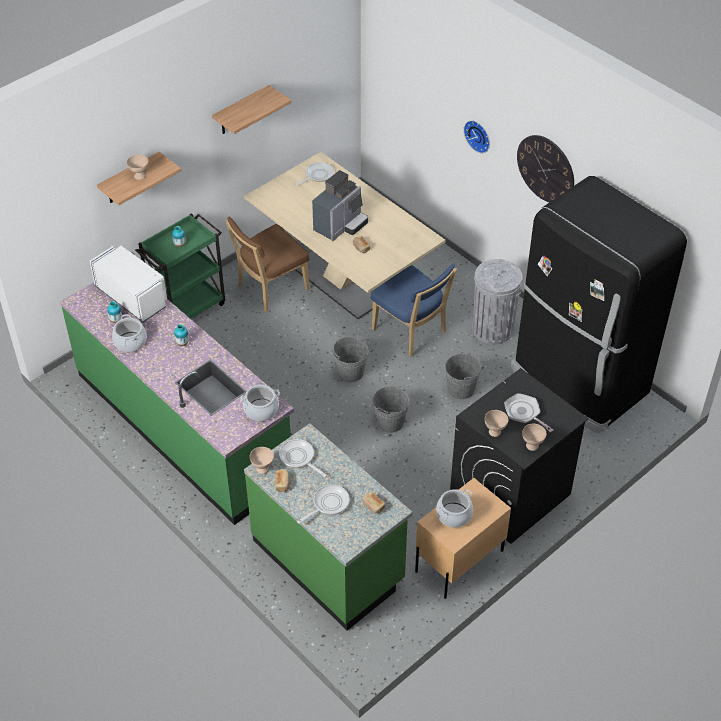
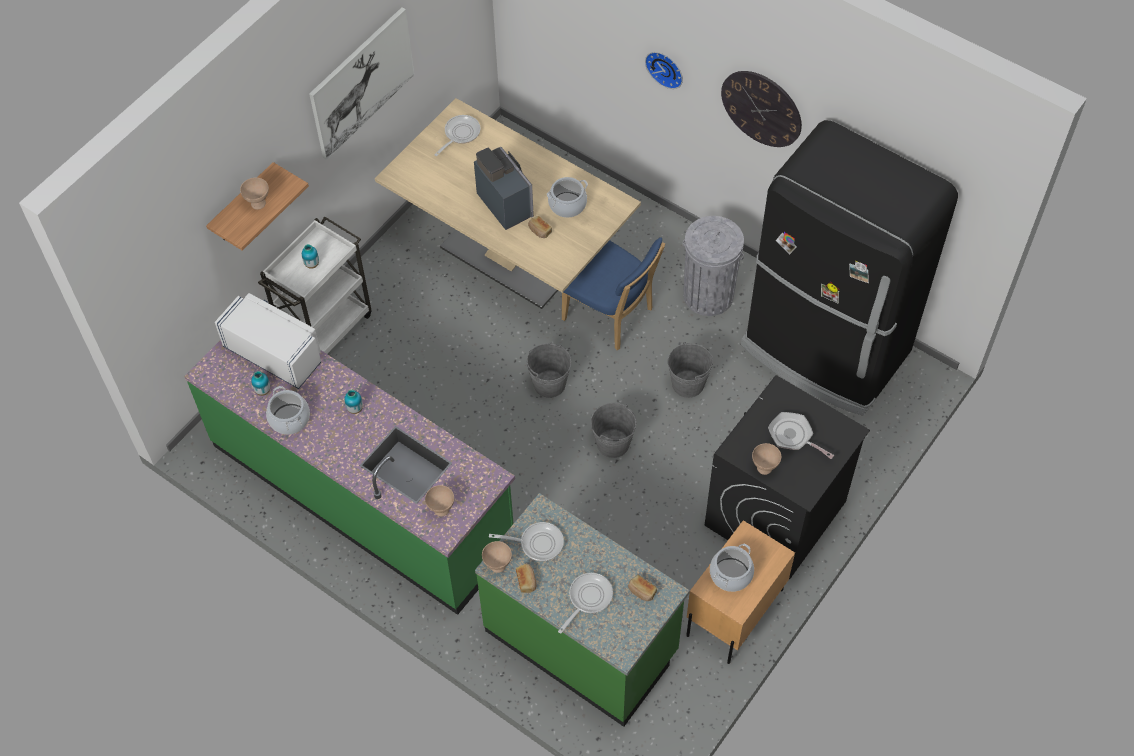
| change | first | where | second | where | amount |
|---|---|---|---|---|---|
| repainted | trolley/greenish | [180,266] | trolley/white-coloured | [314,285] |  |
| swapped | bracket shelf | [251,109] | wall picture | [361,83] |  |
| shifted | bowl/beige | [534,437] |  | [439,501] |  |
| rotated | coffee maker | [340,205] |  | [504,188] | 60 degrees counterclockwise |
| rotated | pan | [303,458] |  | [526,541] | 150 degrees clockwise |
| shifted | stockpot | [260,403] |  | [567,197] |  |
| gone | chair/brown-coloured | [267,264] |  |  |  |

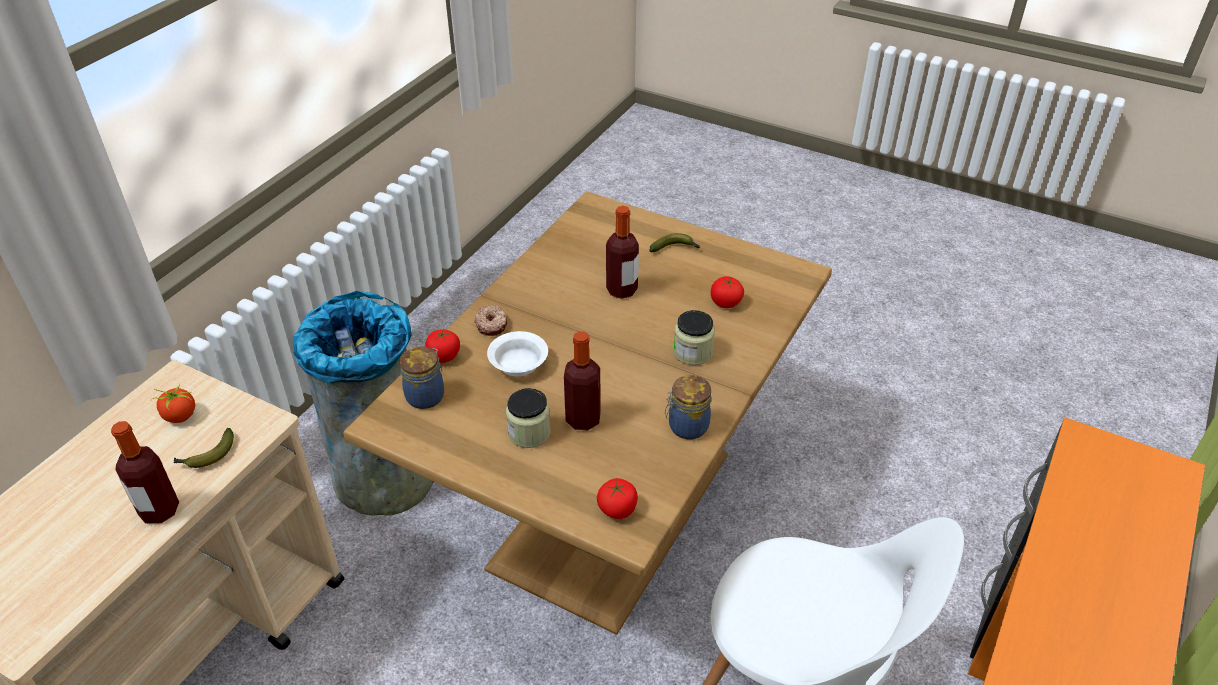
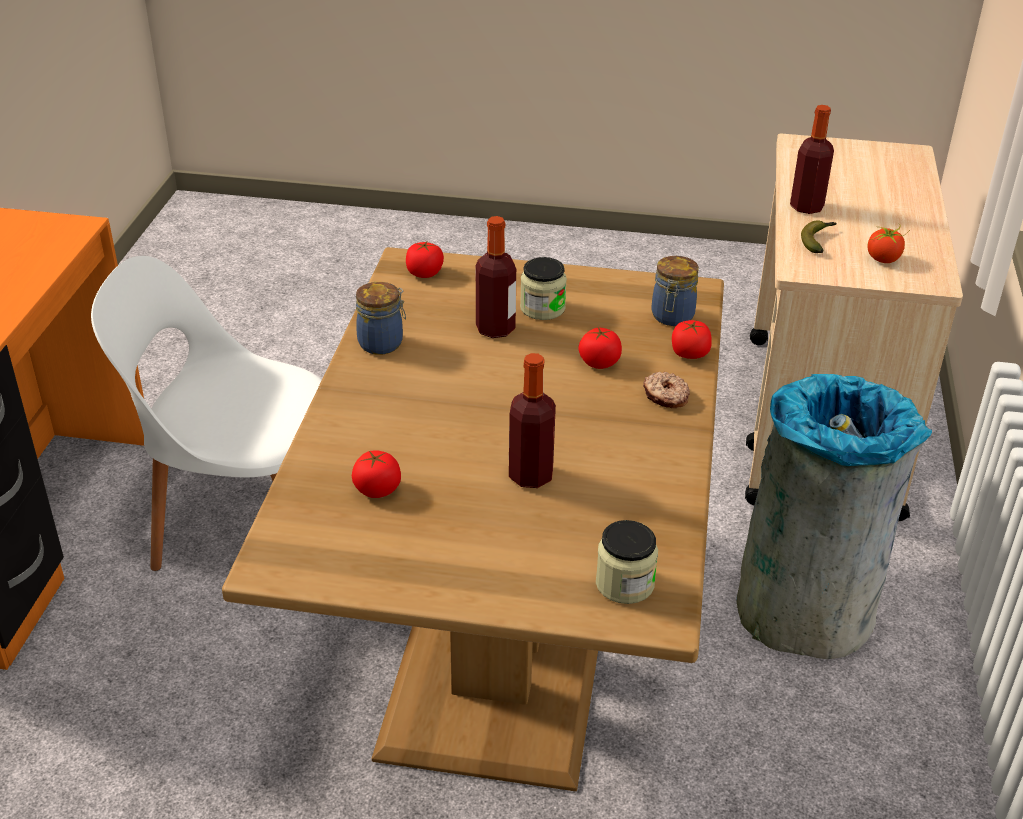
| change | first | where | second | where | amount |
|---|---|---|---|---|---|
| swapped | bowl/white-coloured | [517,353] | whole tomato | [600,348] |  |
| shifted | storage jar | [694,337] |  | [627,562] |  |
| gone | whole banana | [674,243] |  |  |  |

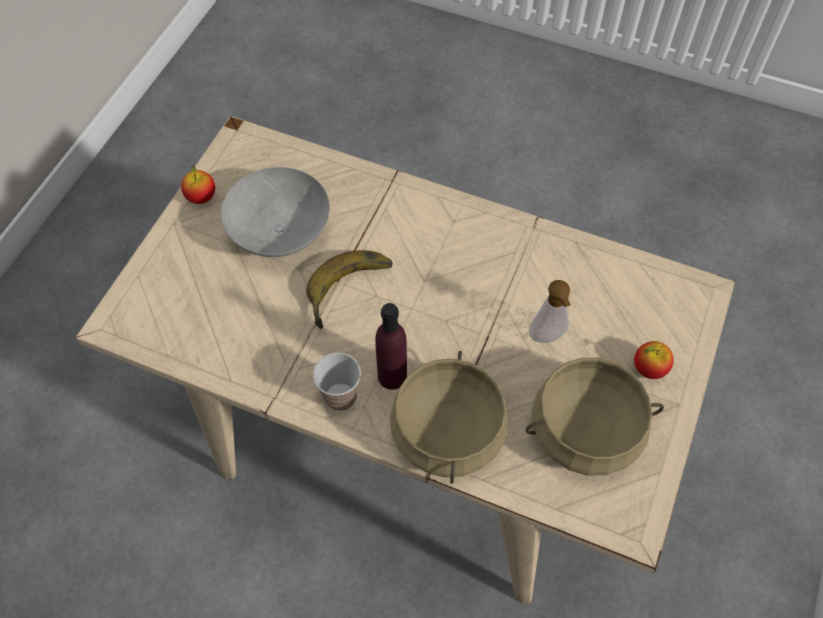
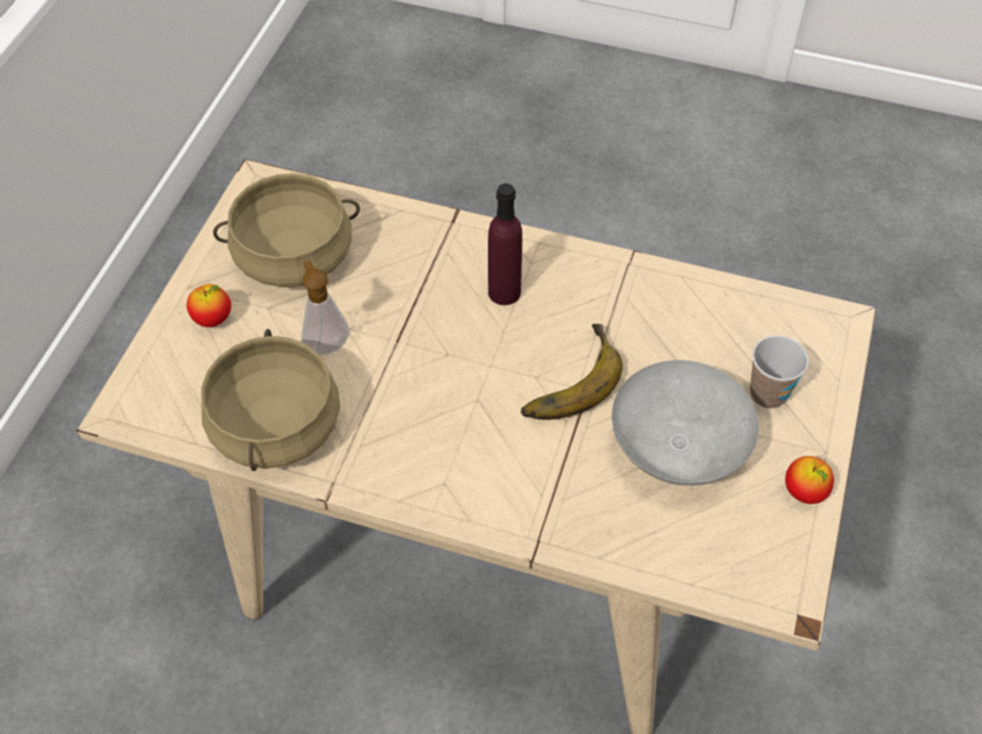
| change | first | where | second | where | amount |
|---|---|---|---|---|---|
| shifted | stockpot/beige | [449,417] |  | [270,400] |  |
| shifted | drinking cup | [337,382] |  | [779,372] |  |

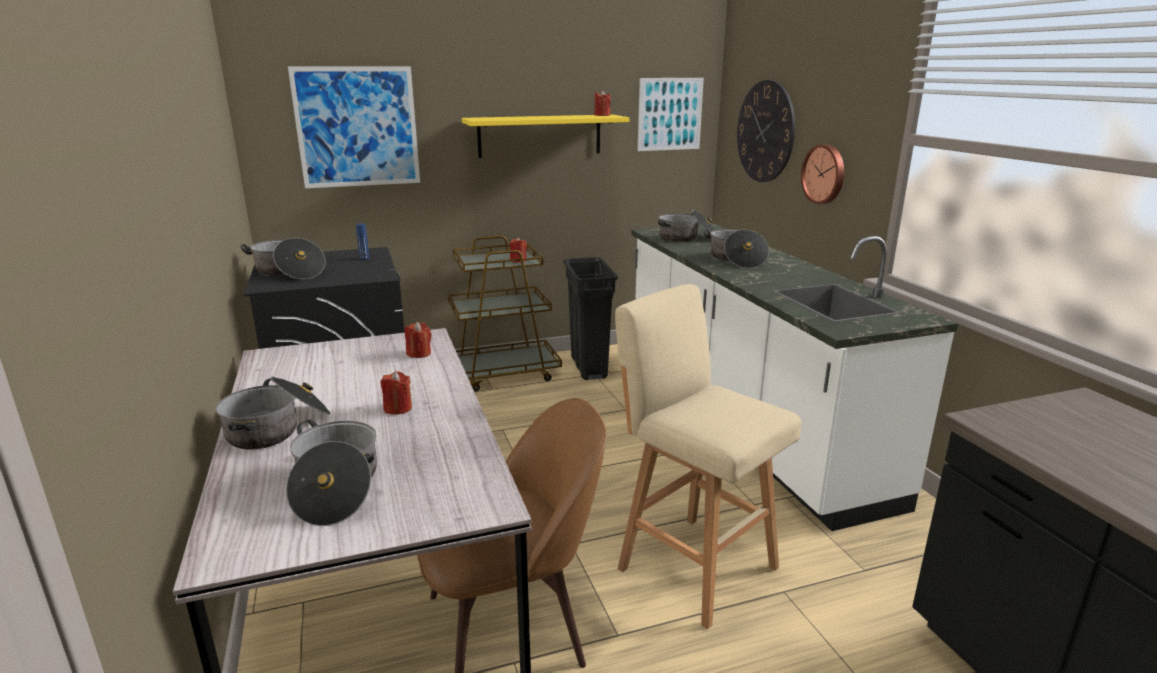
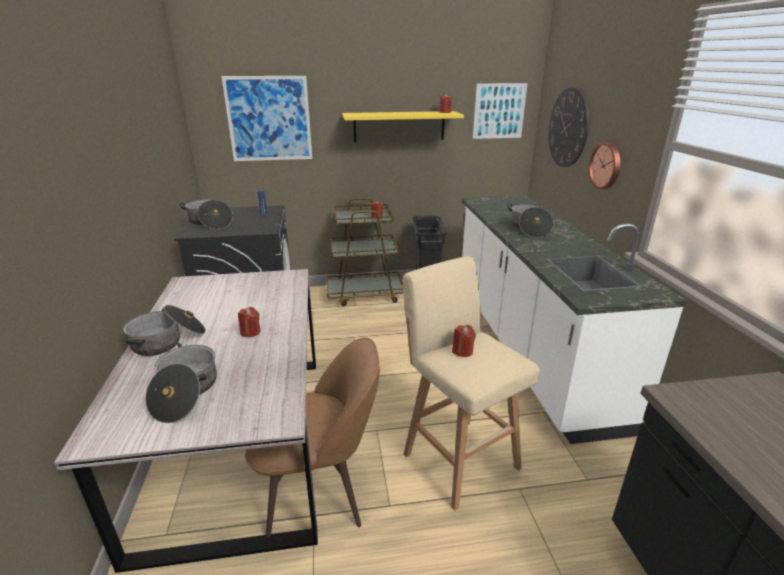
| change | first | where | second | where | amount |
|---|---|---|---|---|---|
| shifted | wax light/red-coloured | [418,340] |  | [464,341] |  |
| gone | stockpot | [686,226] |  |  |  |

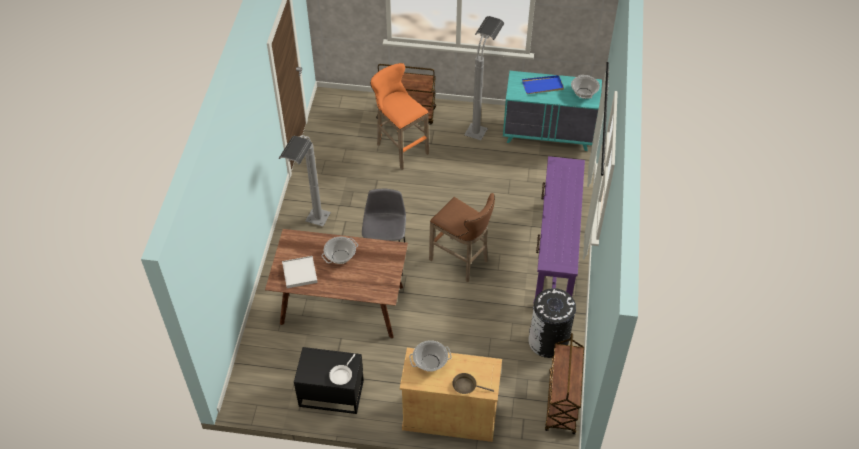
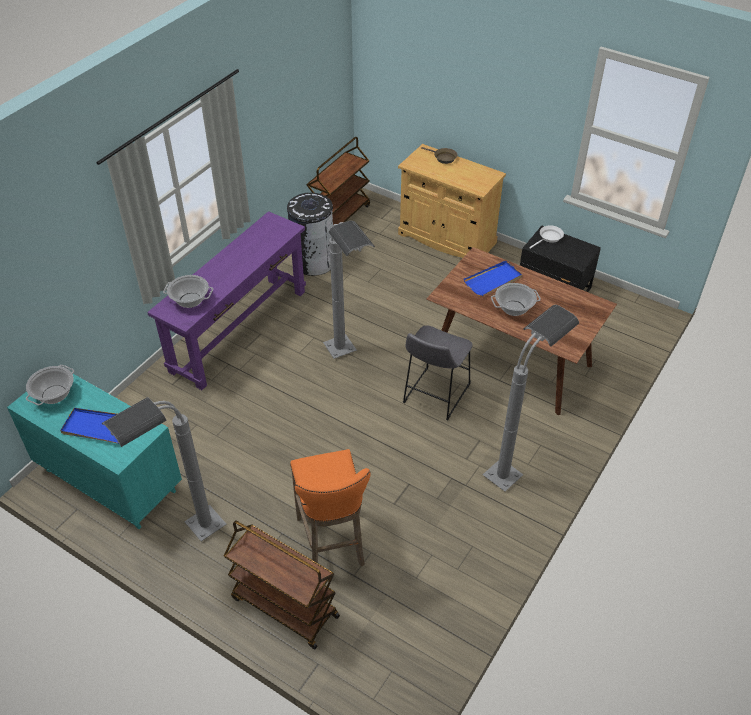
| change | first | where | second | where | amount |
|---|---|---|---|---|---|
| shifted | stockpot | [430,356] |  | [188,291] |  |
| swapped | stool seat/brown-coloured | [462,237] | standing lamp/gray | [349,290] |  |
| new |  |  | tray/blue-coloured | [493,278] |  |
| gone | tray/white-coloured | [300,272] |  |  |  |

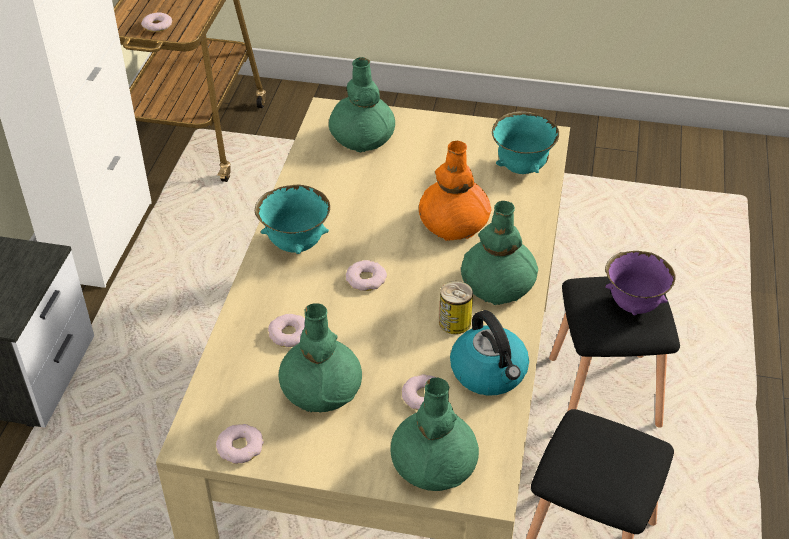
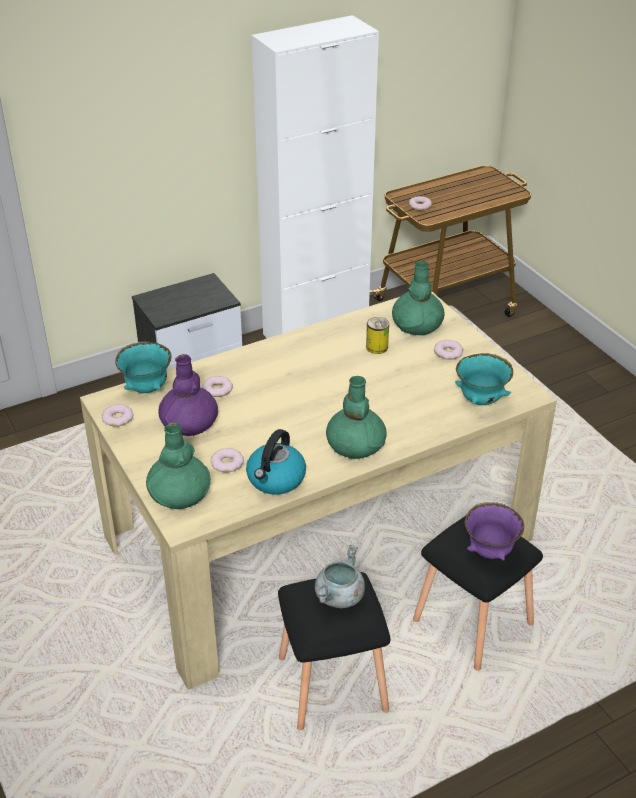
| change | first | where | second | where | amount |
|---|---|---|---|---|---|
| shifted | bowl/turquoise-coloured | [292,219] |  | [143,367] |  |
| repainted | vase/greenish | [320,358] | vase/purple | [188,395] |  |
| new |  |  | stockpot/gray | [340,576] |  |
| shifted | metal can | [456,307] |  | [377,335] |  |
| shifted | donut | [366,275] |  | [448,350] |  |
| gone | vase/orangey | [455,191] |  |  |  |

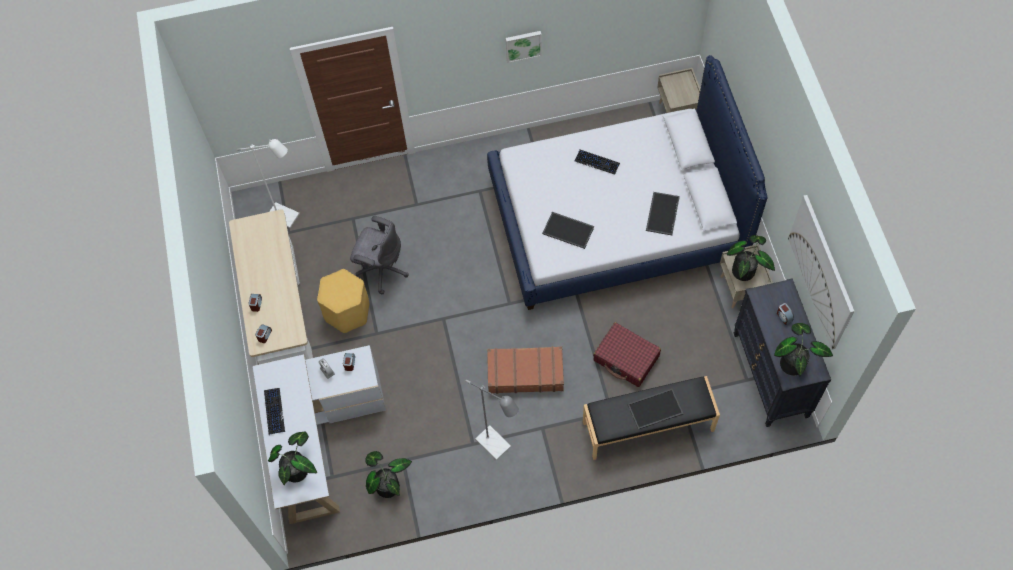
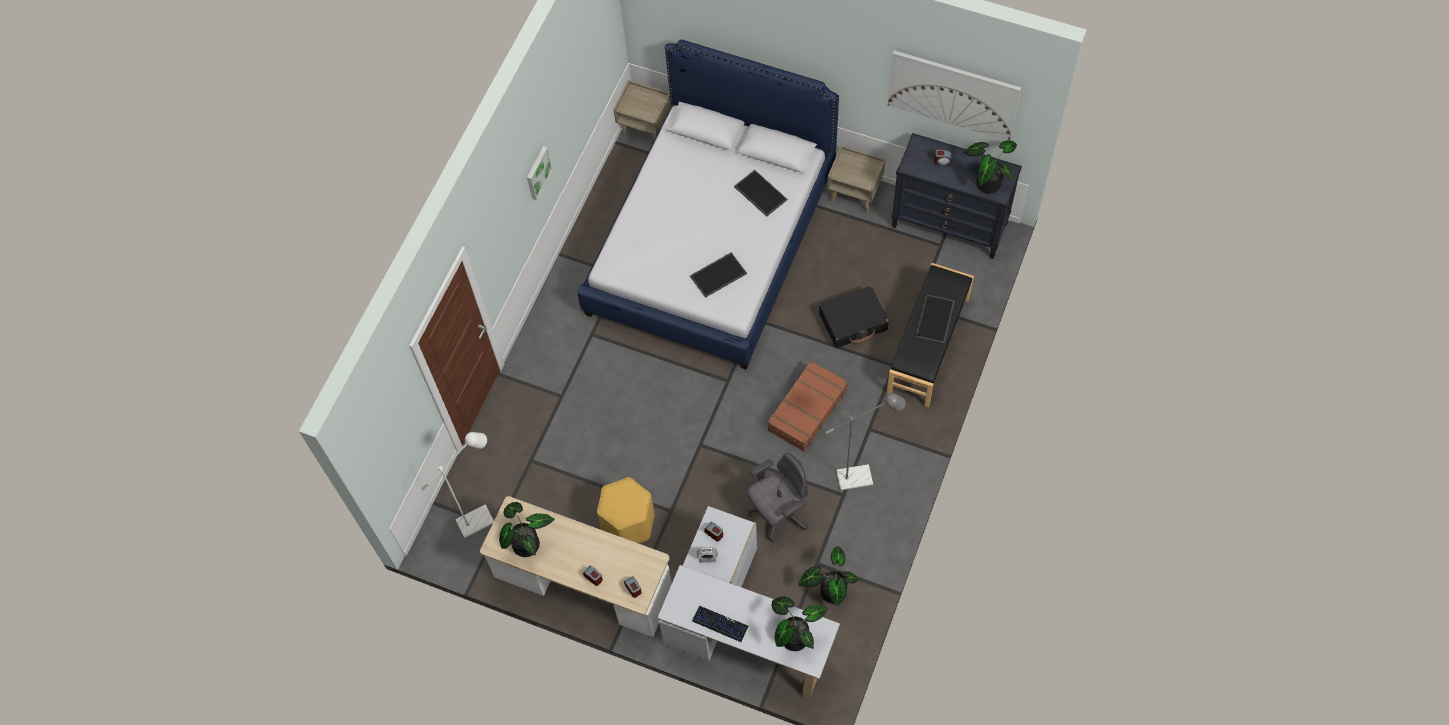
| change | first | where | second | where | amount |
|---|---|---|---|---|---|
| shifted | plant in a pot | [751,258] |  | [527,529] |  |
| shifted | office chair/gray | [379,255] |  | [777,497] |  |
| repainted | piece of luggage/red-coloured | [627,354] | piece of luggage/blackish | [854,317] |  |
| gone | PC keyboard | [597,162] |  |  |  |

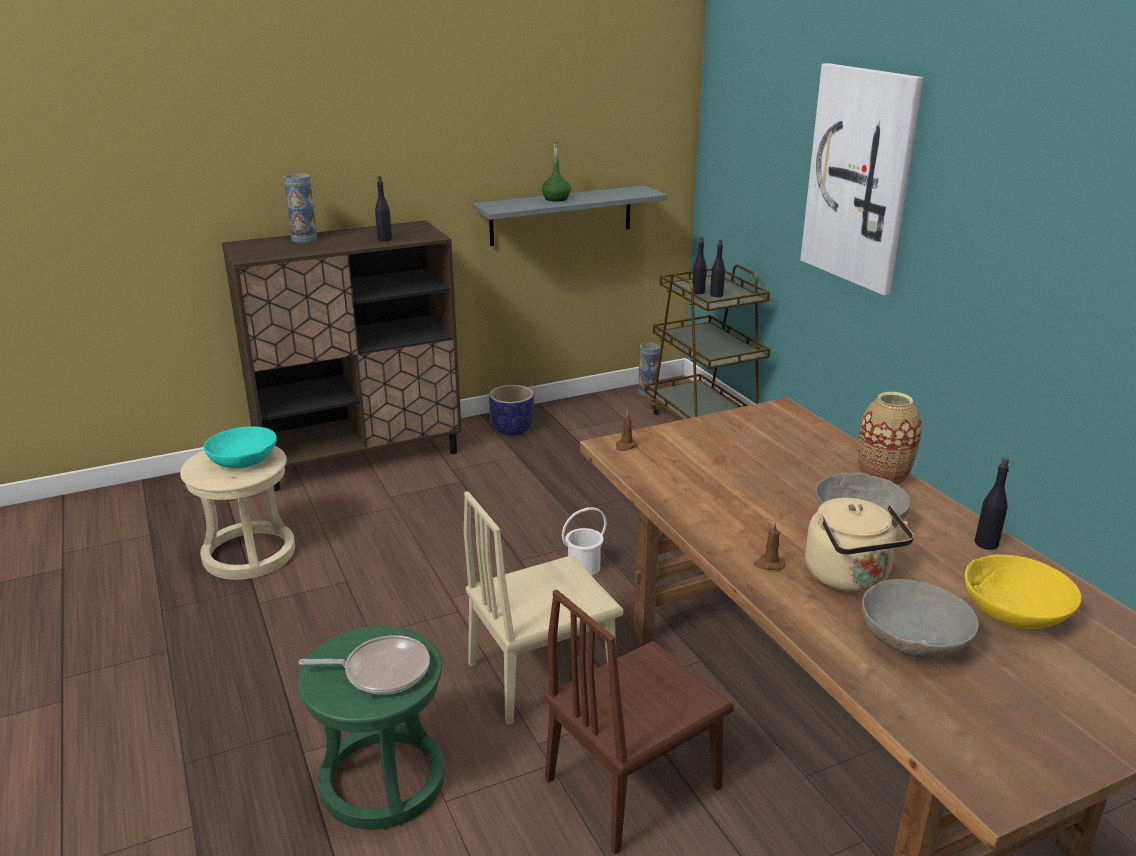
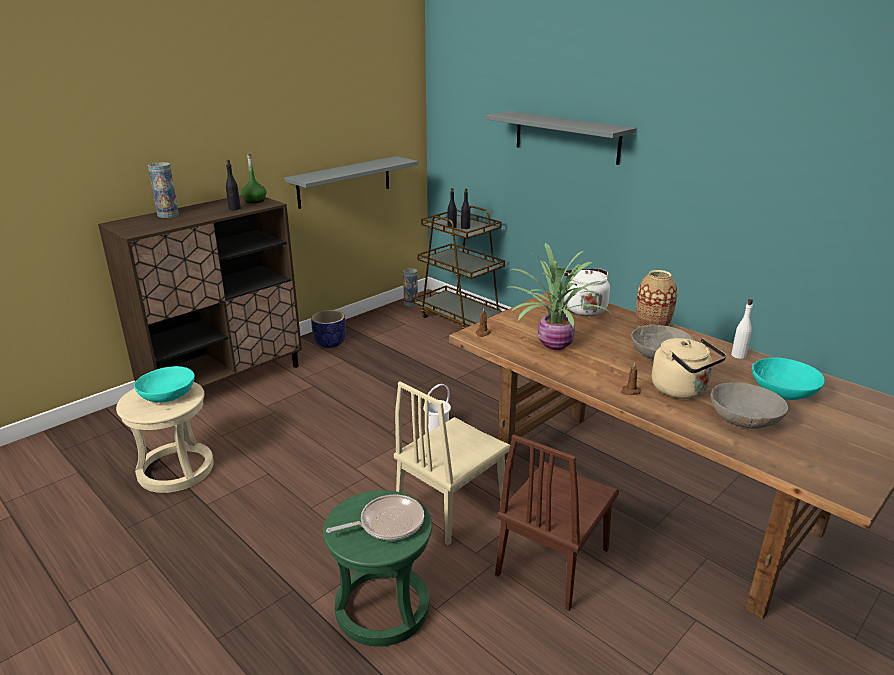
| change | first | where | second | where | amount |
|---|---|---|---|---|---|
| shifted | drink bottle/greenish | [556,171] |  | [253,178] |  |
| swapped | wall picture | [862,179] | bracket shelf/gray | [560,138] |  |
| new |  |  | plant in a pot | [559,296] |  |
| new |  |  | water kettle/white-coloured | [584,292] |  |
| repainted | drink bottle/blackish | [992,504] | drink bottle/white-coloured | [742,329] |  |
| repainted | bowl/yellowish | [1023,591] | bowl/turquoise-coloured | [788,379] |  |

